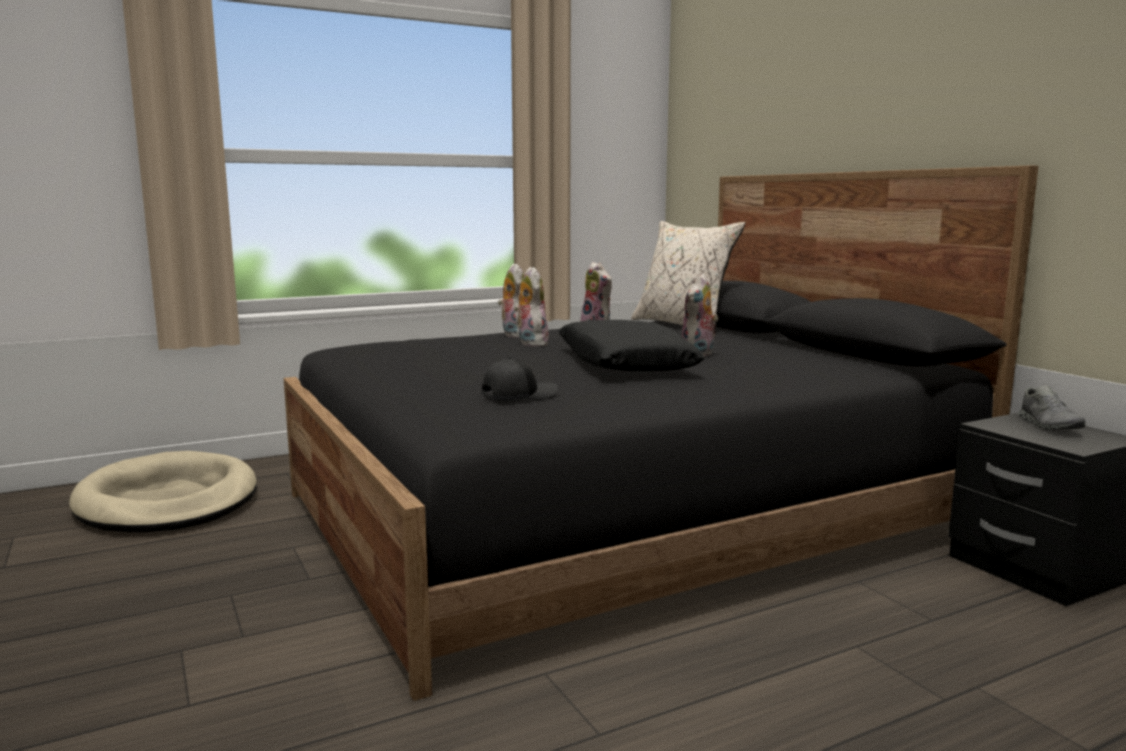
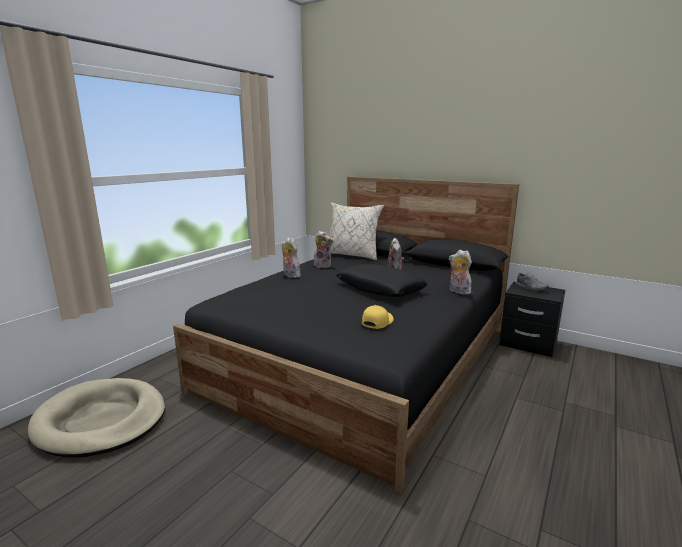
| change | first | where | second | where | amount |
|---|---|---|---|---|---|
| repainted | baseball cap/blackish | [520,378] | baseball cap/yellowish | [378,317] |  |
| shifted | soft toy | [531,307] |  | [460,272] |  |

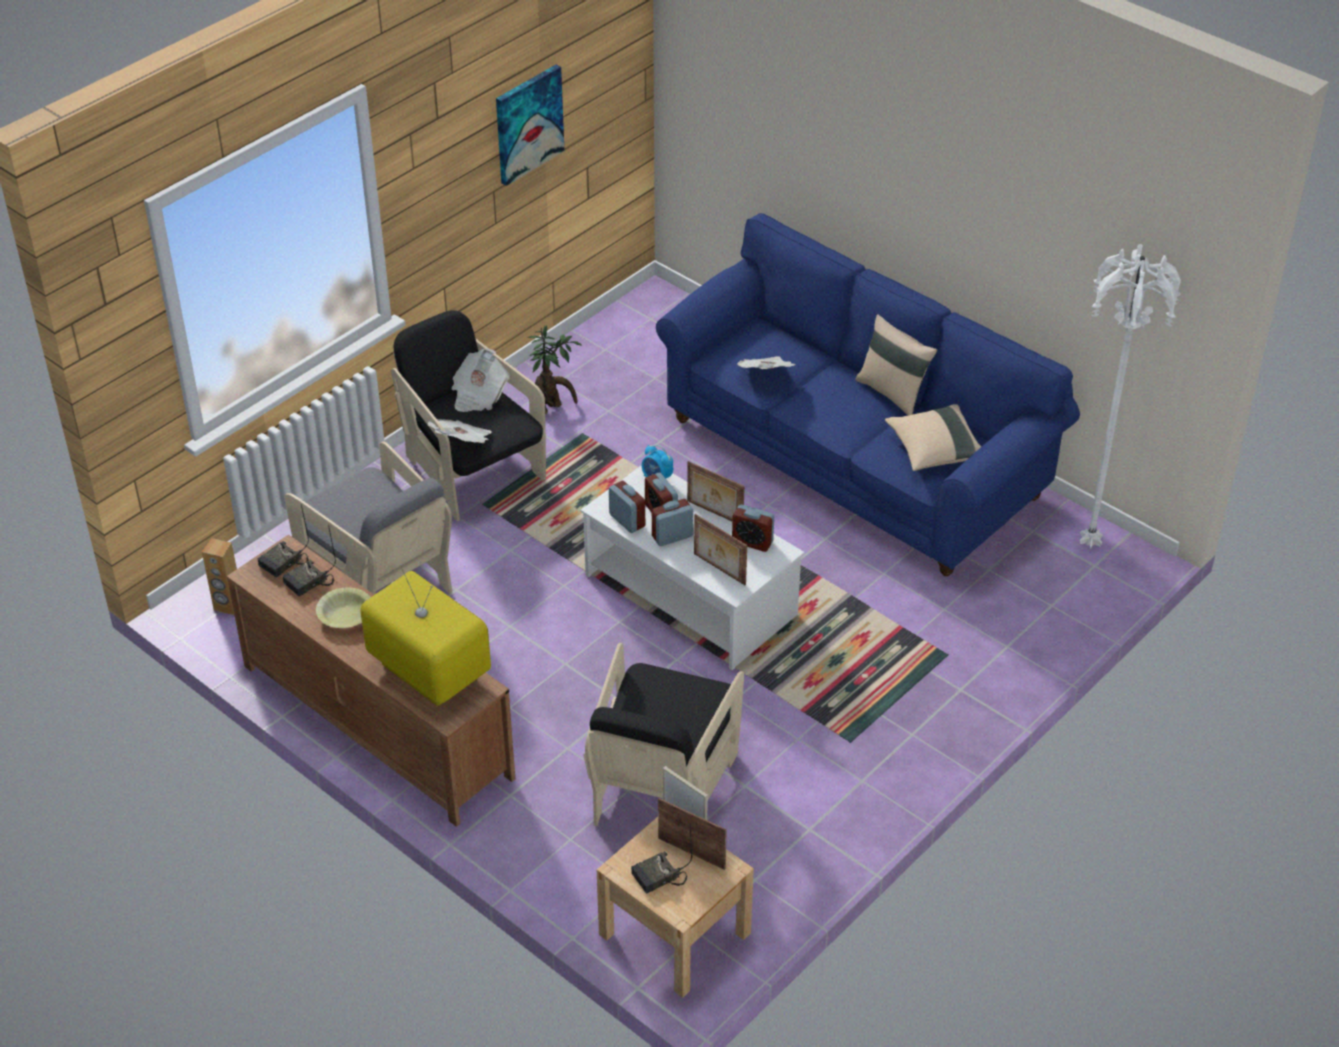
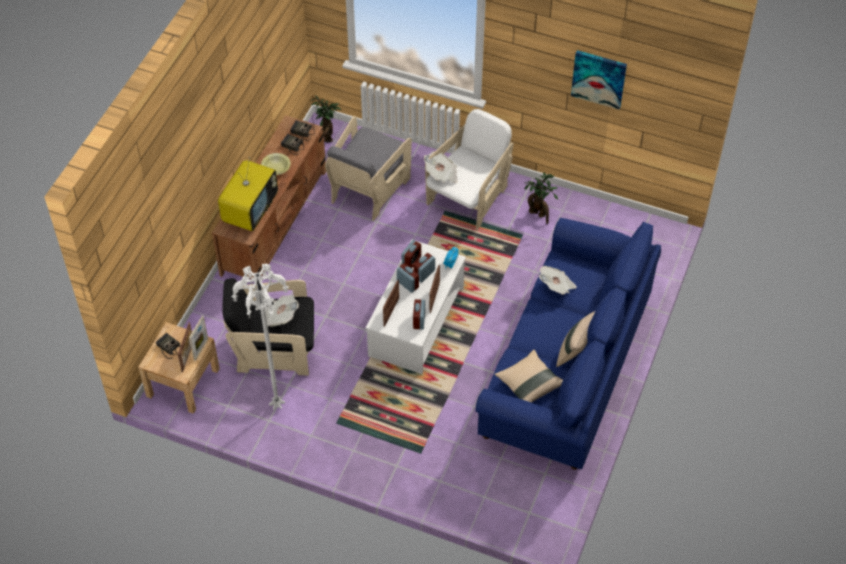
| change | first | where | second | where | amount |
|---|---|---|---|---|---|
| shifted | standing lamp/white-coloured | [1130,396] |  | [260,336] |  |
| shifted | newspaper | [480,380] |  | [282,311] |  |
| swapped | loudspeaker/brown-coloured | [219,576] | plant in a pot | [326,119] |  |
| repainted | easy chair/blackish | [468,415] | easy chair/white-coloured | [469,170] |  |

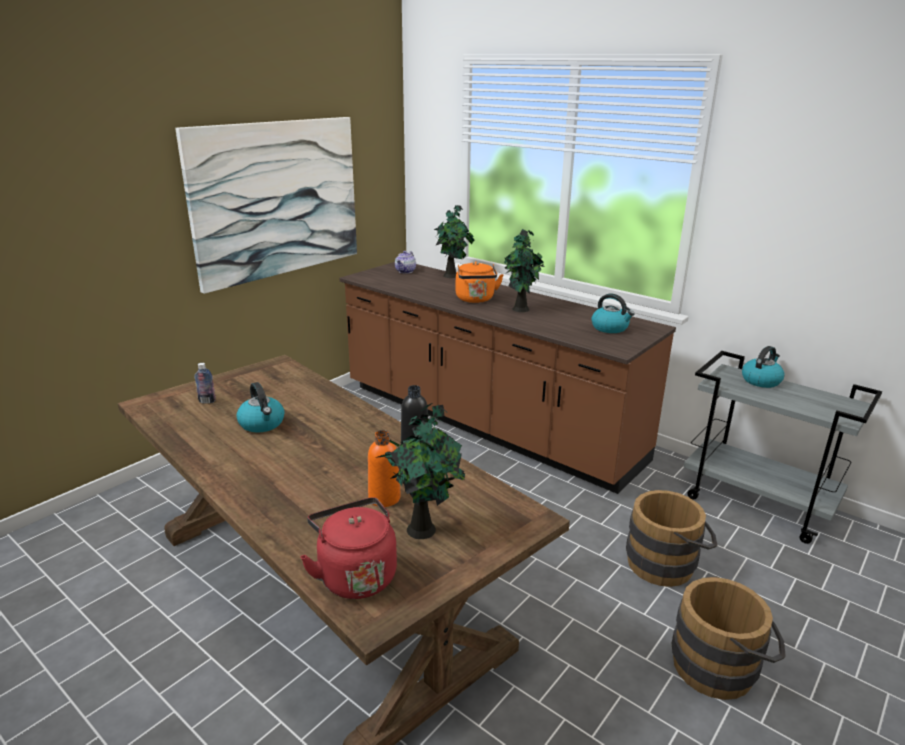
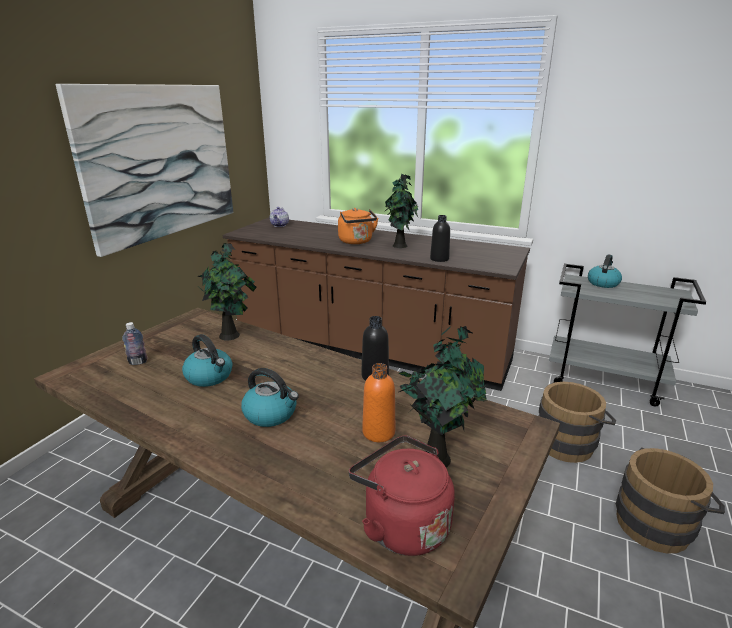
| change | first | where | second | where | amount |
|---|---|---|---|---|---|
| shifted | plant in a pot | [454,241] |  | [227,291] |  |
| shifted | water kettle | [613,313] |  | [270,397] |  |
| new |  |  | drink bottle/blackish | [440,238] |  |

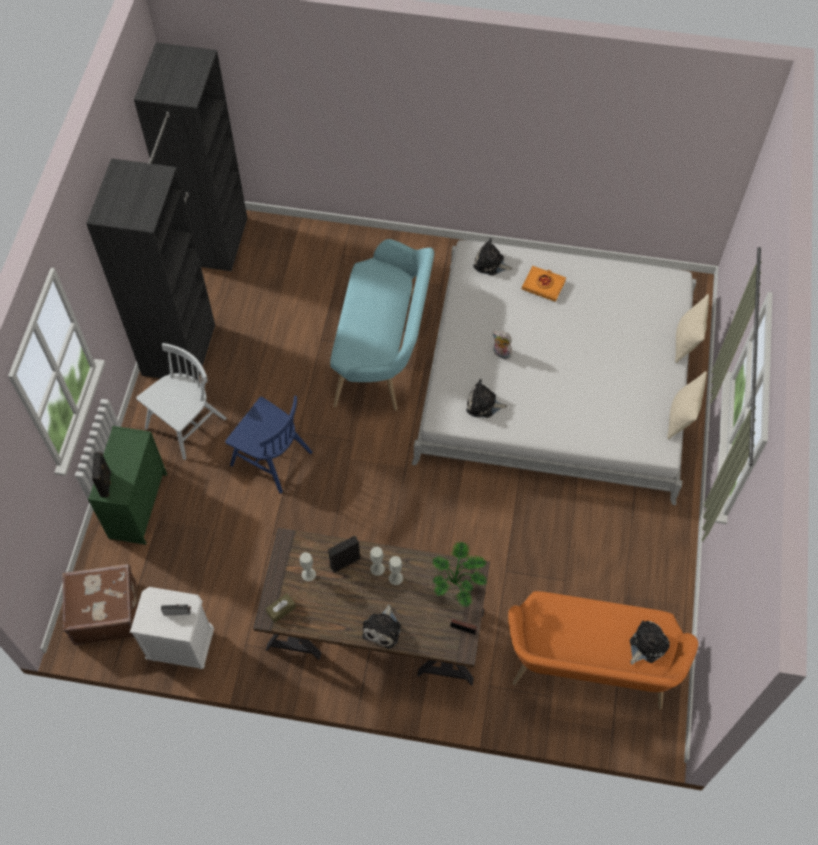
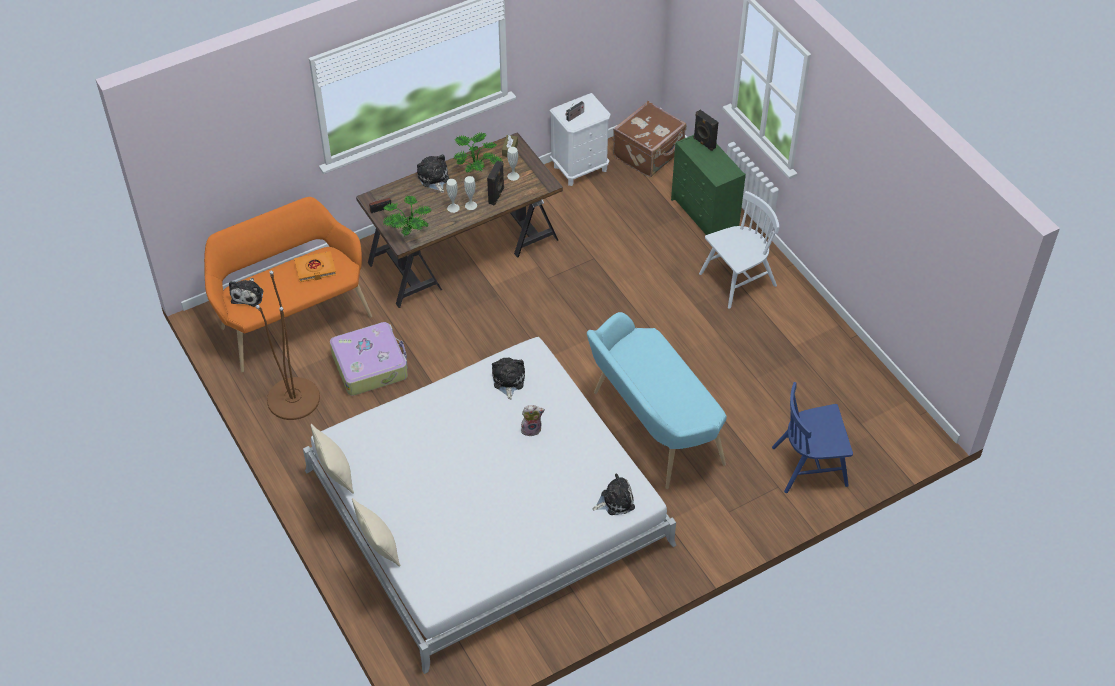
| change | first | where | second | where | amount |
|---|---|---|---|---|---|
| new |  |  | standing lamp/brown-coloured | [288,345] |  |
| shifted | bound book/orangey | [544,284] |  | [315,266] |  |
| new |  |  | piece of luggage | [369,359] |  |
| new |  |  | plant in a pot | [478,152] |  |
| rotated | soft toy | [486,398] |  | [508,378] | 60 degrees counterclockwise |
| rotated | chair/white-coloured | [181,401] |  | [739,250] | 120 degrees counterclockwise |
| shifted | chair/blue-coloured | [268,445] |  | [812,437] |  |
| gone | wardrobe/blackish | [167,211] |  |  |  |

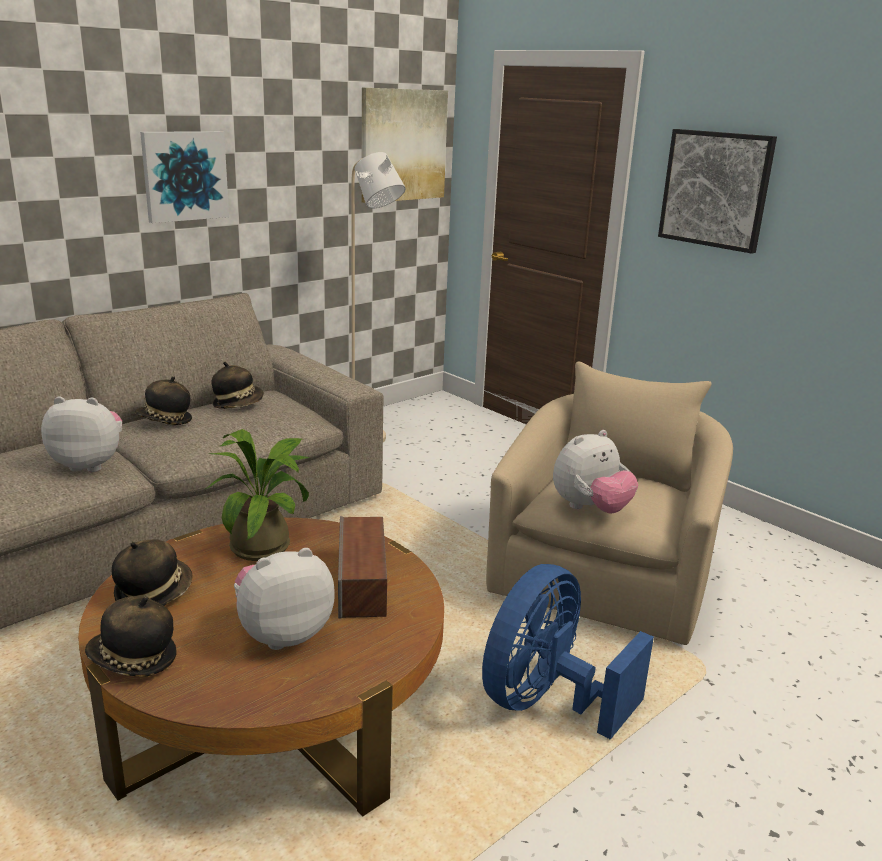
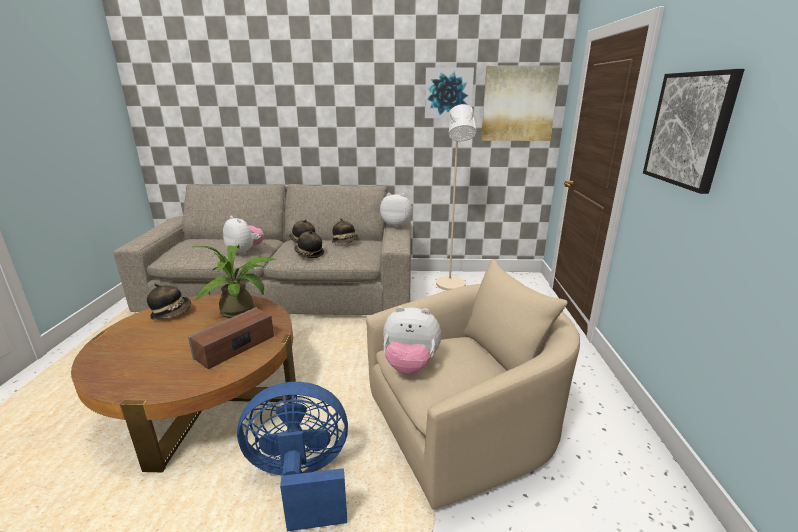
| change | first | where | second | where | amount |
|---|---|---|---|---|---|
| shifted | wearable hat | [131,637] |  | [309,244] |  |
| shifted | soft toy | [284,599] |  | [396,210] |  |
| shifted | wall picture | [184,177] |  | [449,92] |  |

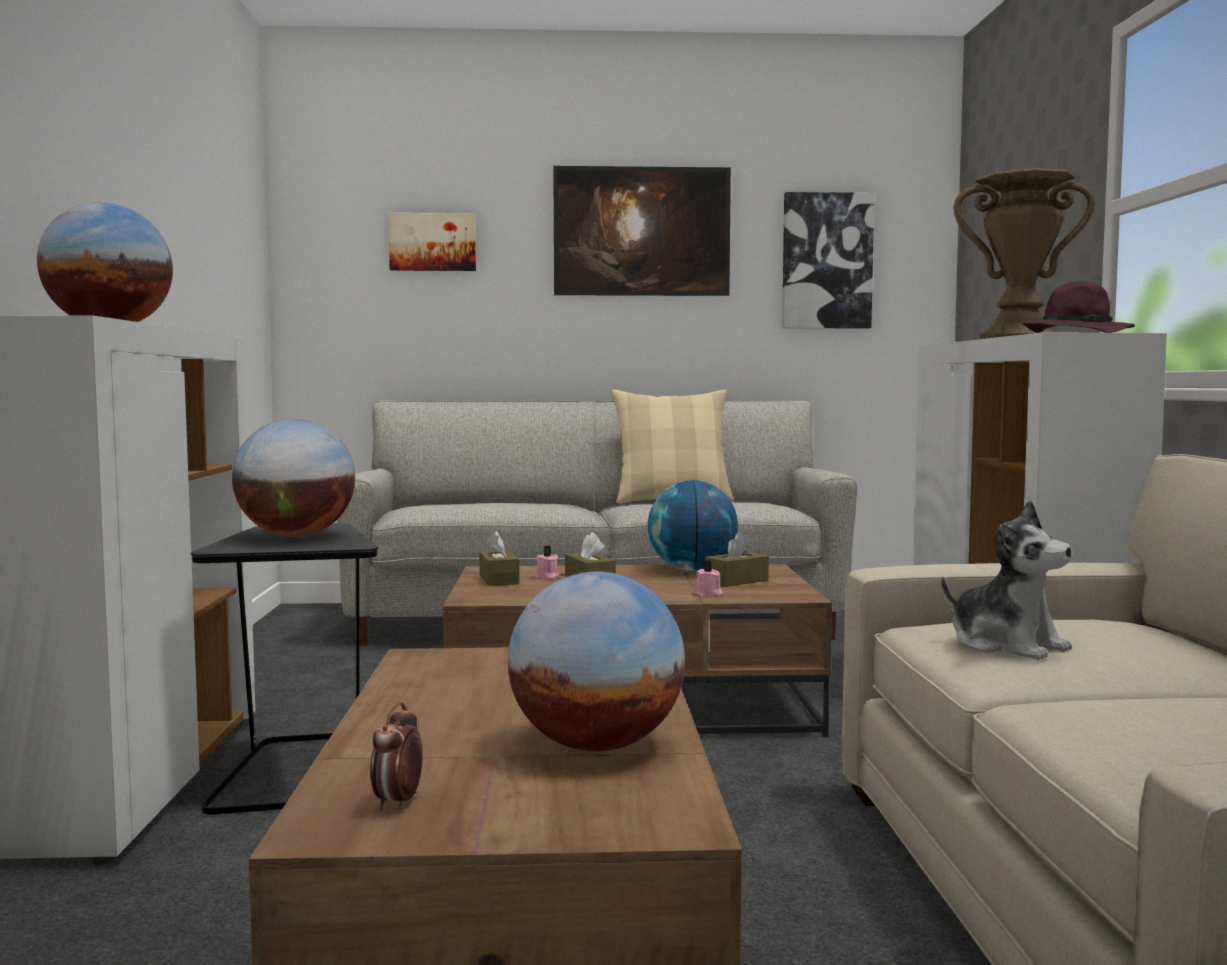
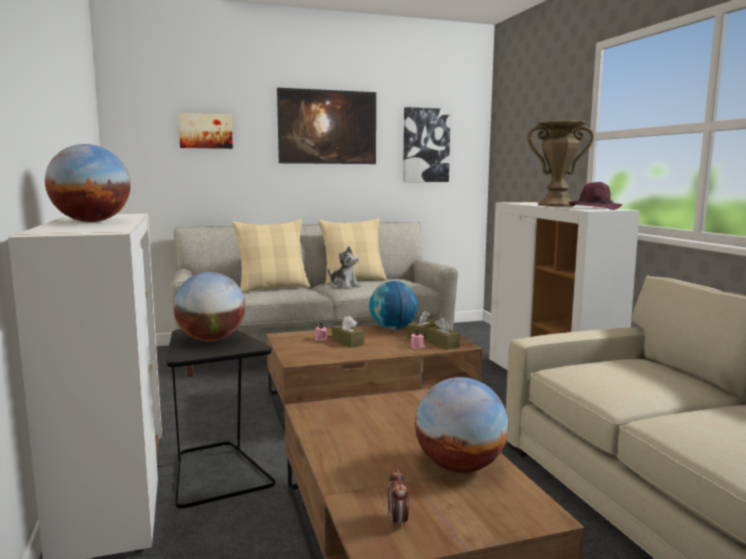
| change | first | where | second | where | amount |
|---|---|---|---|---|---|
| new |  |  | throw pillow/beige | [271,256] |  |
| shifted | soft toy | [1007,580] |  | [344,267] |  |
| shifted | tissue box/brown-coloured | [499,558] |  | [443,333] |  |

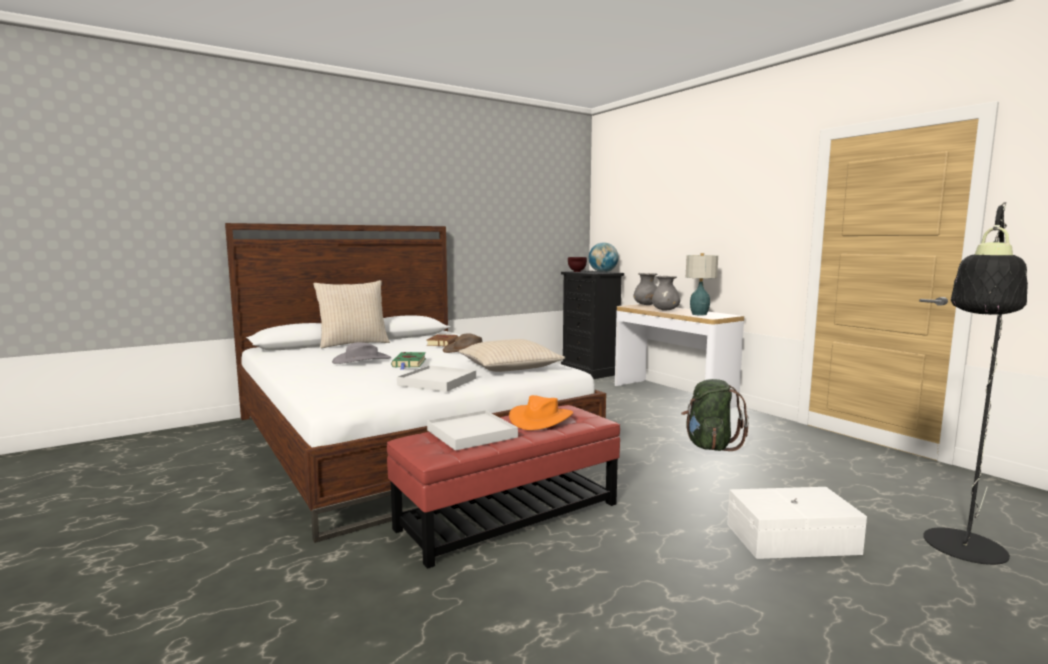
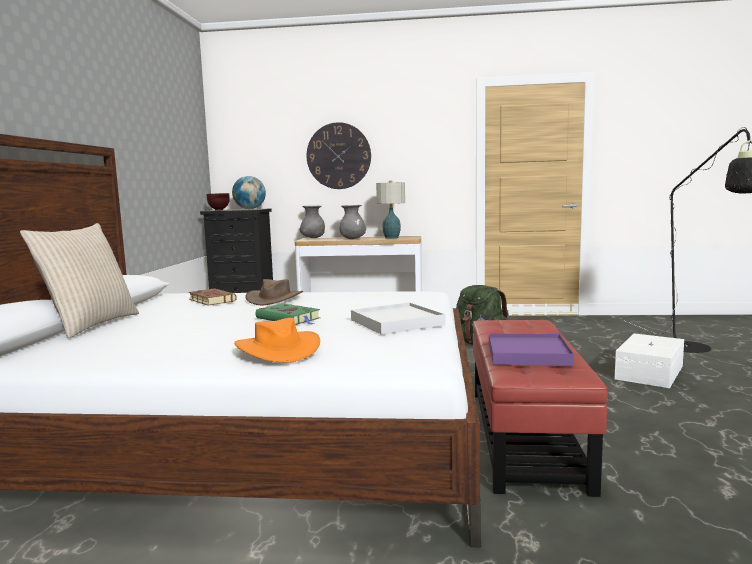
| change | first | where | second | where | amount |
|---|---|---|---|---|---|
| shifted | wearable hat/orangey | [541,412] |  | [277,340] |  |
| new |  |  | hanging clock | [339,155] |  |
| repainted | tray/white-coloured | [472,430] | tray/purple | [531,350] |  |
| gone | wearable hat/gray | [361,353] |  |  |  |
| gone | throw pillow/beige | [511,355] |  |  |  |

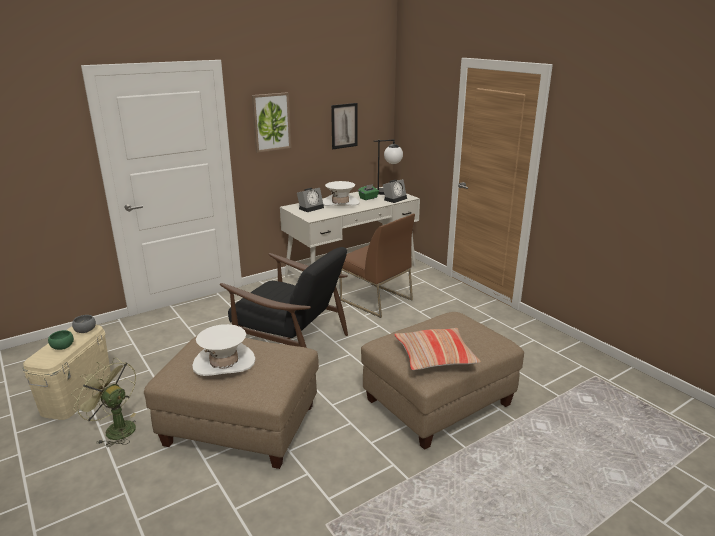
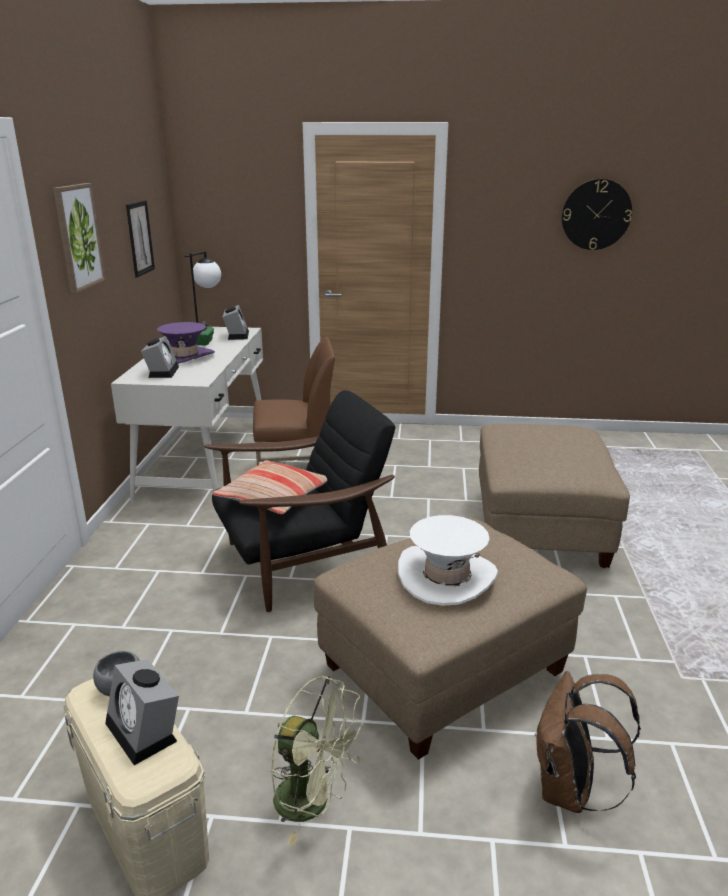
| change | first | where | second | where | amount |
|---|---|---|---|---|---|
| swapped | bowl/greenish | [61,340] | bedside clock | [142,712] |  |
| repainted | wearable hat/white-coloured | [341,193] | wearable hat/purple | [186,343] |  |
| shifted | throw pillow | [437,349] |  | [269,487] |  |
| rotated | cooling fan/greenish | [104,402] |  | [318,760] | 135 degrees counterclockwise |
| new |  |  | backpack/brown-coloured | [587,742] |  |
| new |  |  | hanging clock | [597,214] |  |

